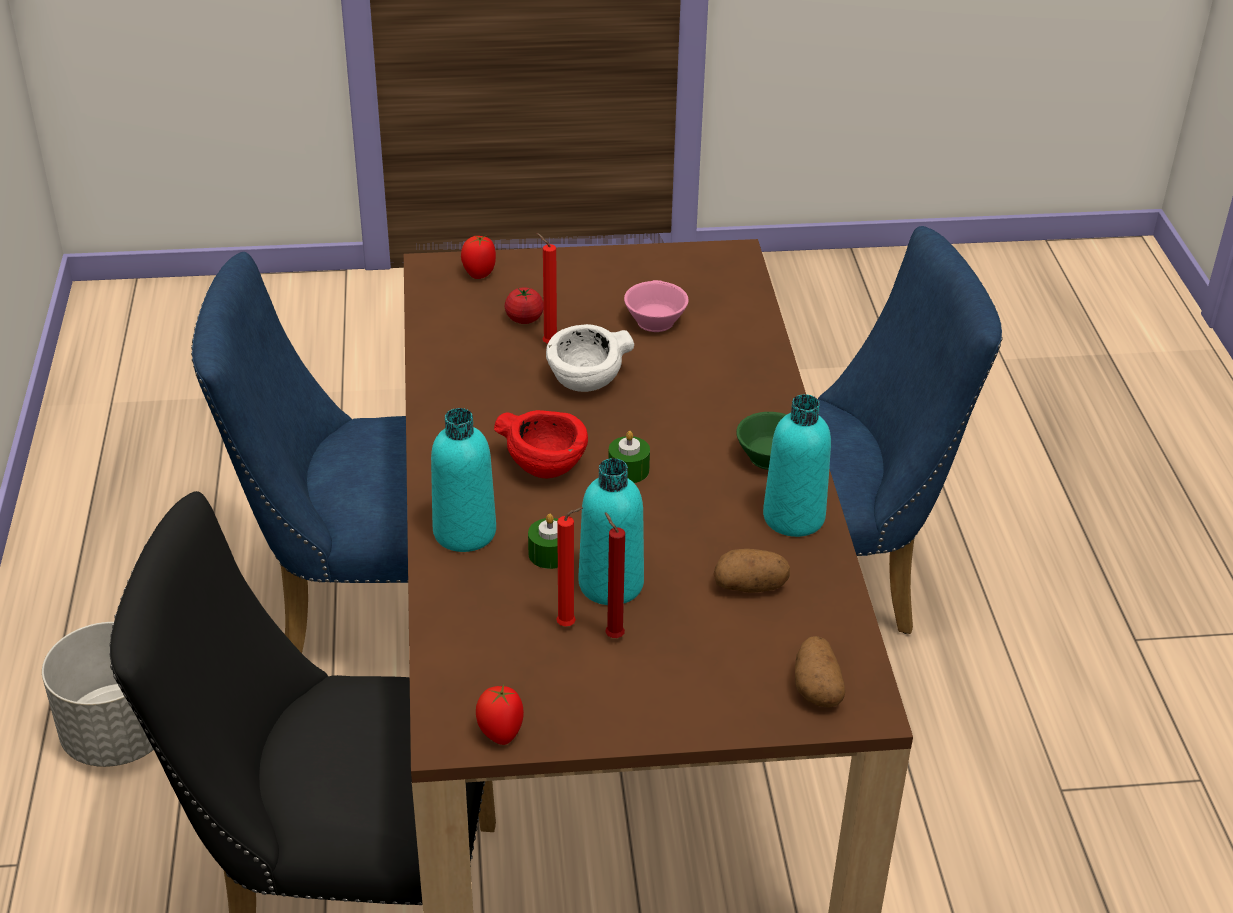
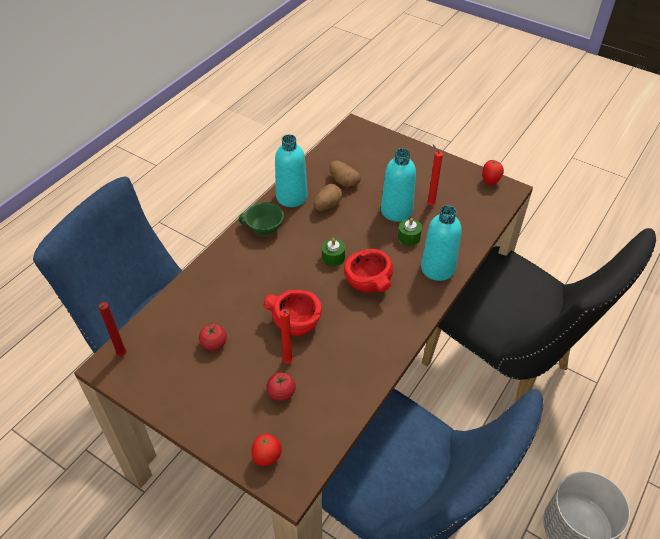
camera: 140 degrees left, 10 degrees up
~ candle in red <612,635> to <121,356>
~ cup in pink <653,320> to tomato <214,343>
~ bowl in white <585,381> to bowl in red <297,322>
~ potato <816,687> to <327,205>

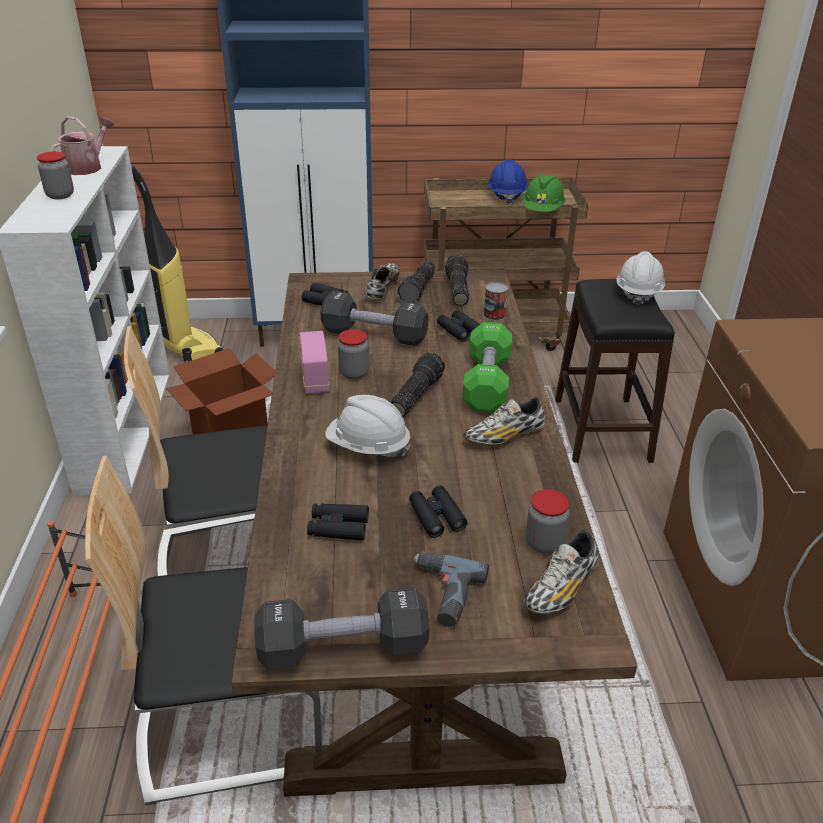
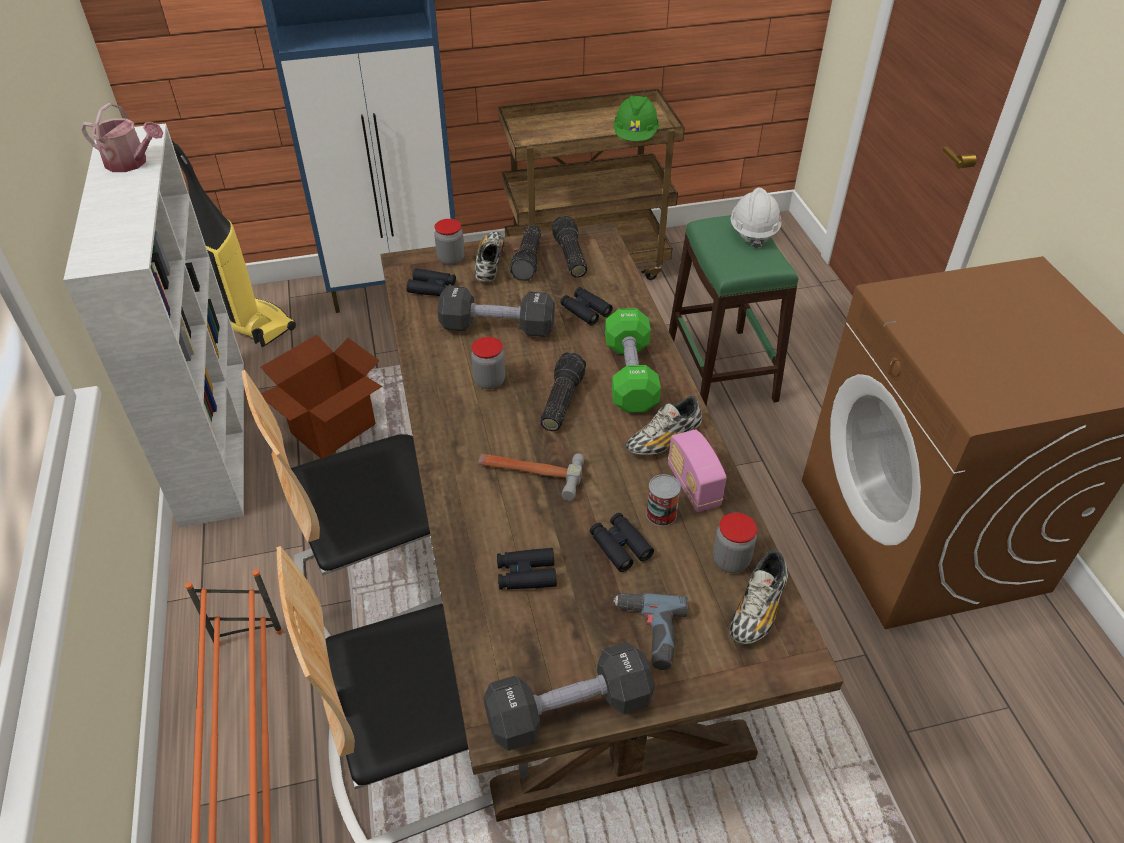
camera: 10 degrees left, 10 degrees up
~ watering can <87,167> = <131,163> 90 degrees clockwise
~ jar <60,195> to <451,259>
~ hard hat in white <368,447> to hammer <530,473>
~ can <494,315> to <661,514>
~ radio <315,379> to <693,486>
~ stool in black <602,429> to stool in green <721,369>
- hard hat in blue <506,195>

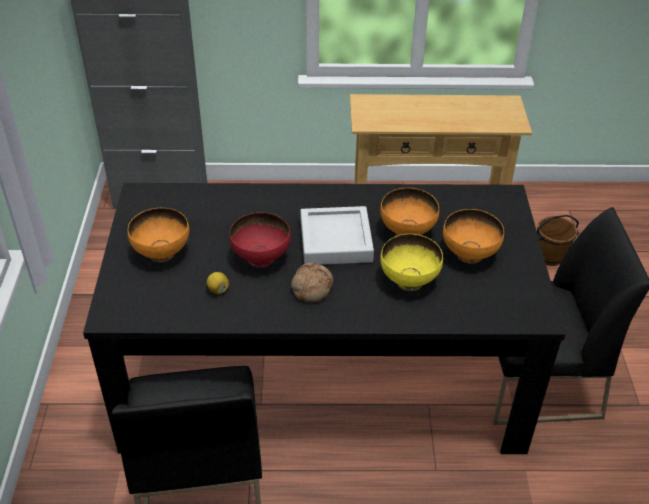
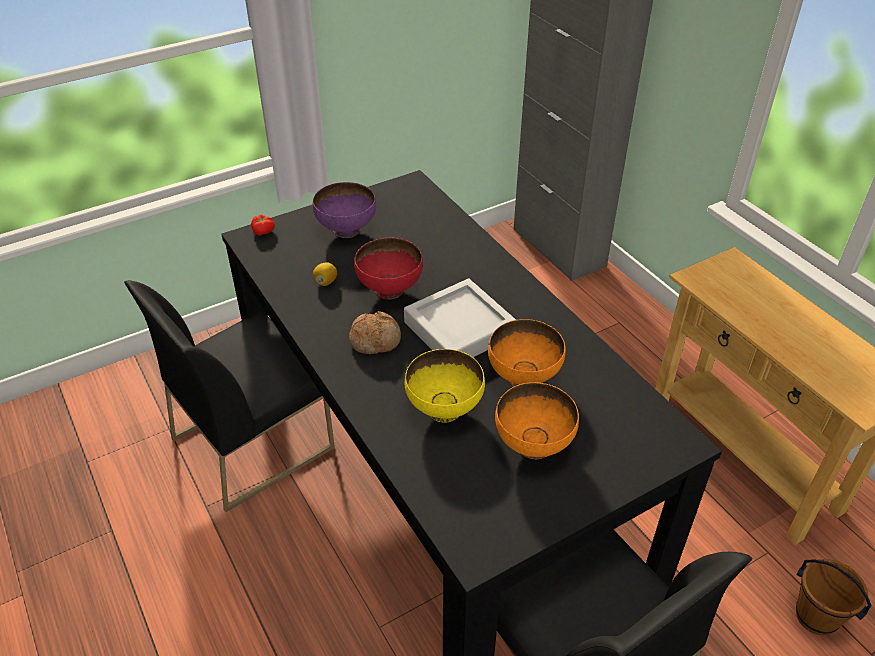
camera: 60 degrees right, 0 degrees up
+ tomato <264,231>
~ bowl in orange <162,254> to bowl in purple <346,230>

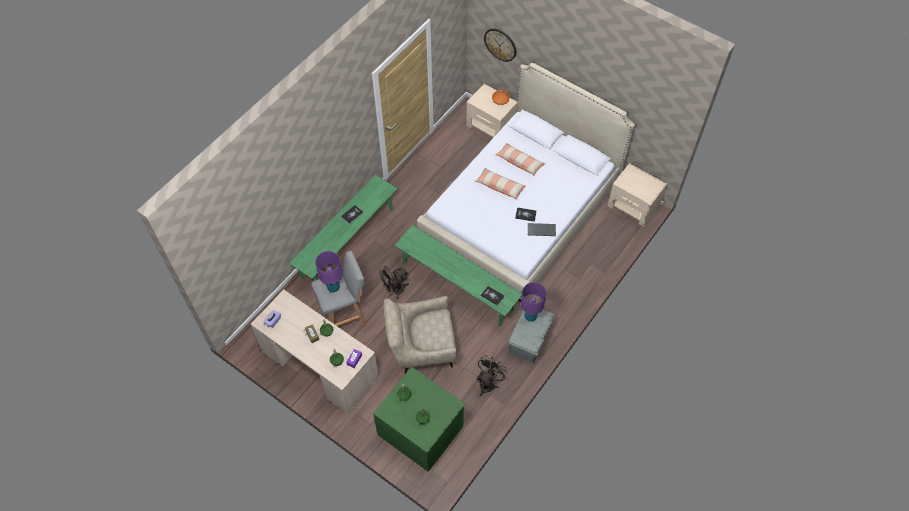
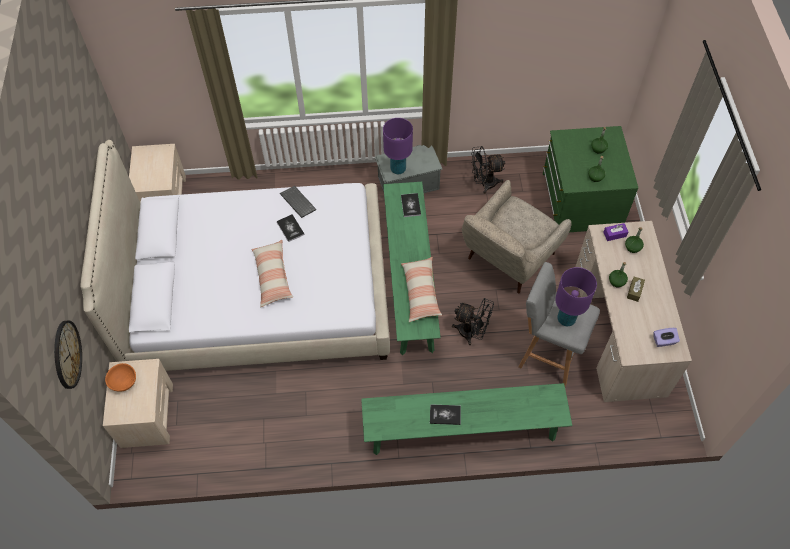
camera: 130 degrees left, 0 degrees up
~ pillow <519,162> to <420,293>
~ armchair in beige <421,348> = <508,259> 90 degrees clockwise

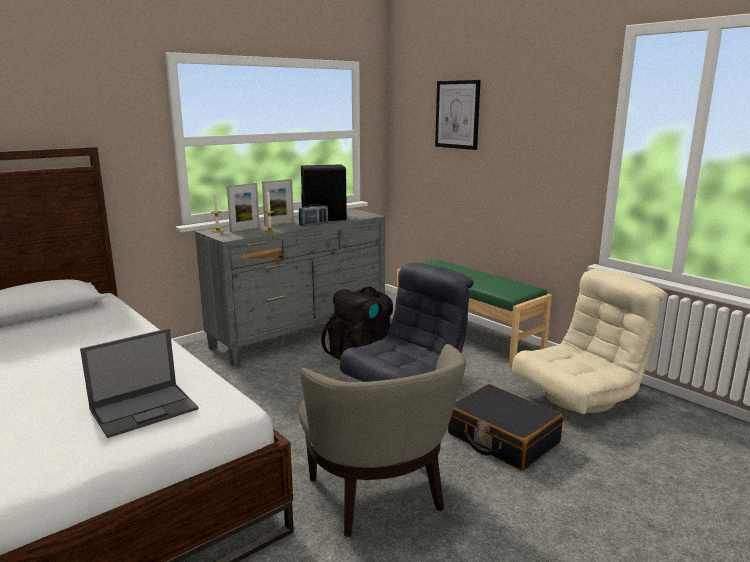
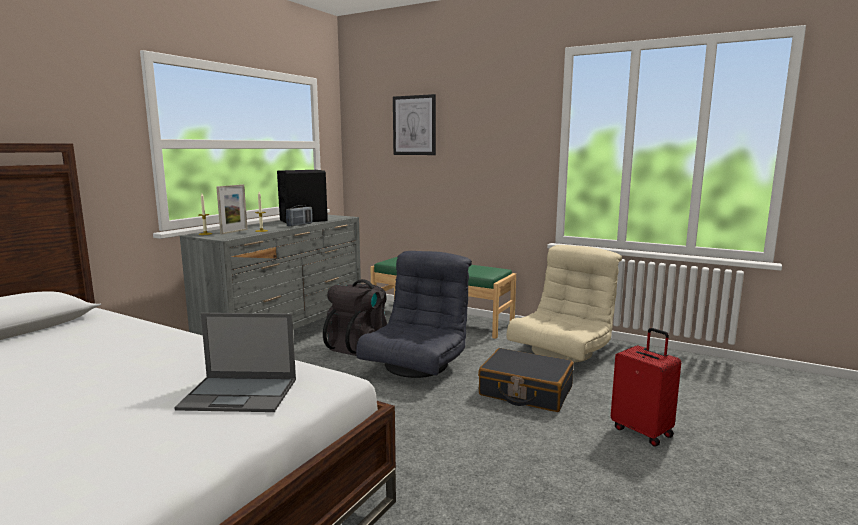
camera: 20 degrees left, 5 degrees down
~ laptop <145,409> = <240,394> 60 degrees clockwise
+ suitcase in red <642,431>
- picture frame <279,223>
- armchair in beige <379,496>

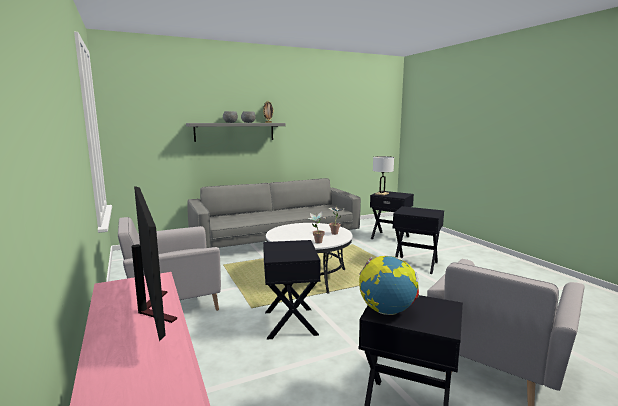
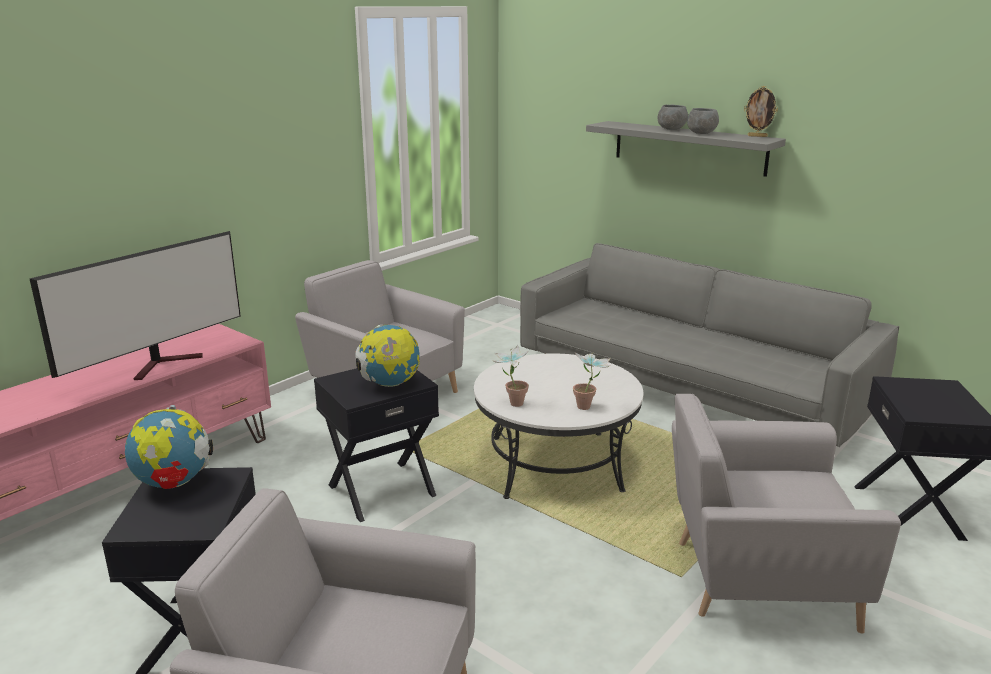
camera: 65 degrees right, 10 degrees up
+ globe <389,384>
~ side table in black <415,265> to armchair in grey <755,578>
- table lamp in white <382,194>

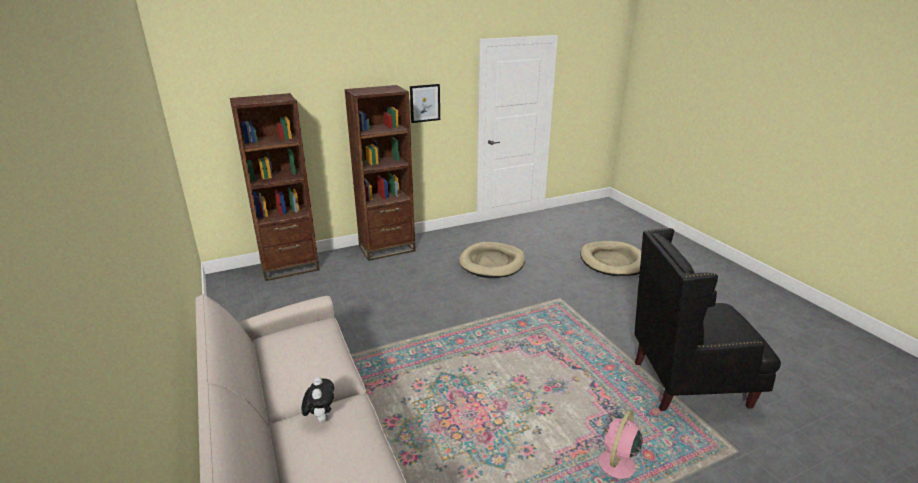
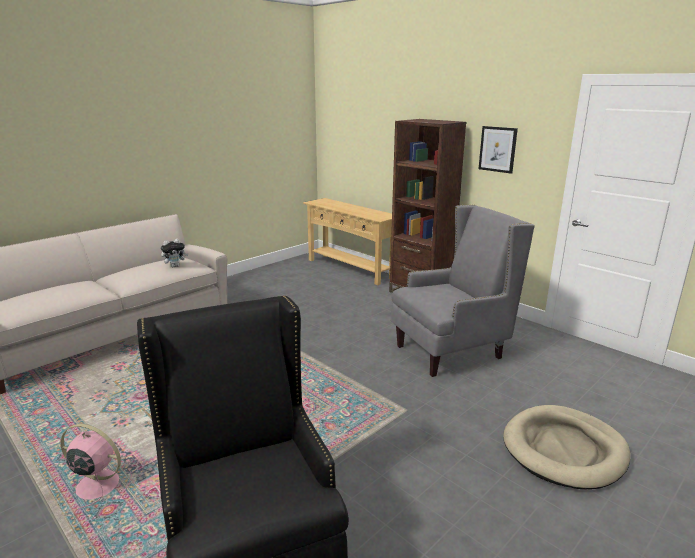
camera: 70 degrees right, 5 degrees down
~ plush toy <321,417> to <175,266>
~ bookcase in brown <290,267> to console table in beige <350,269>
~ dog bed in beige <492,263> to armchair in grey <450,351>

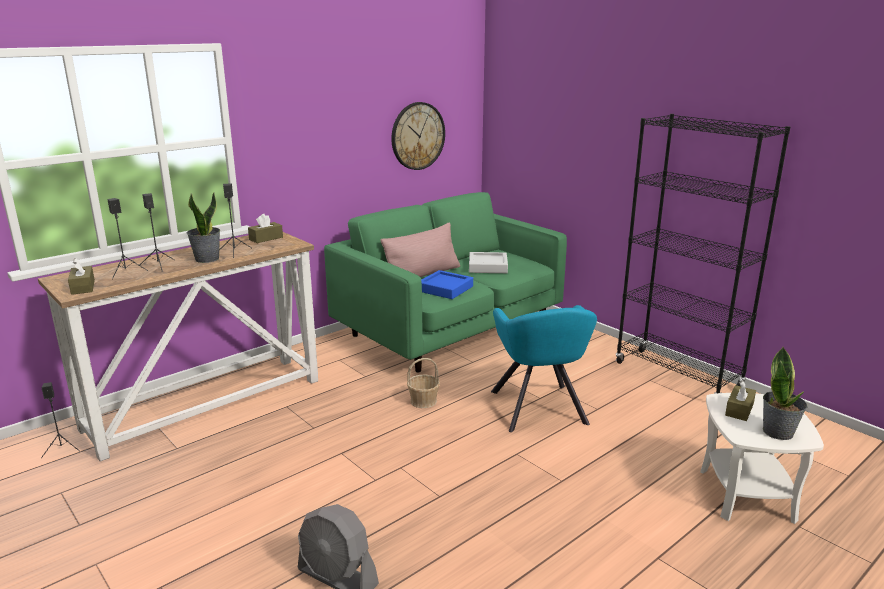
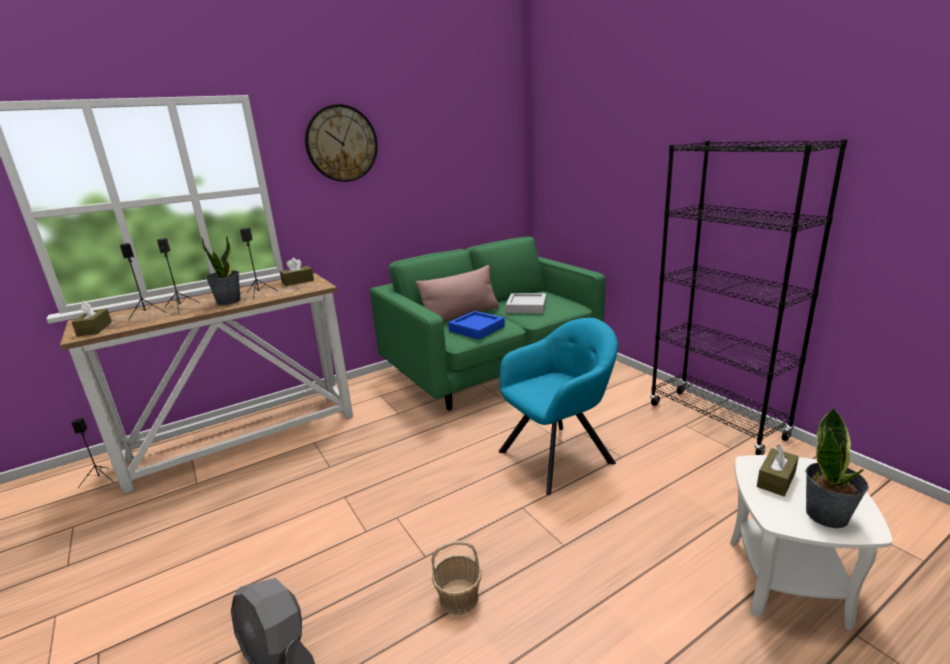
camera: 10 degrees right, 0 degrees up
~ wall clock <417,136> to <341,143>
~ basket <423,401> to <459,598>
~ armchair in turquoise <539,409> = <559,455> 120 degrees counterclockwise

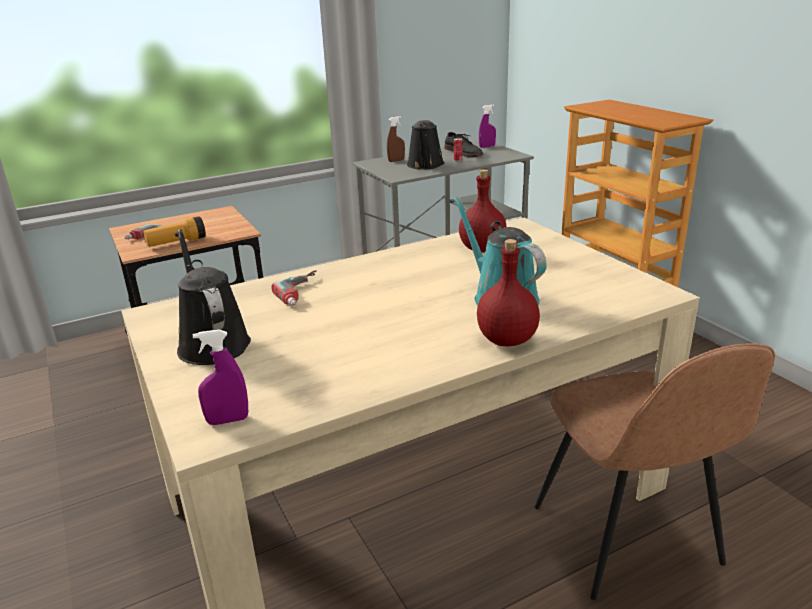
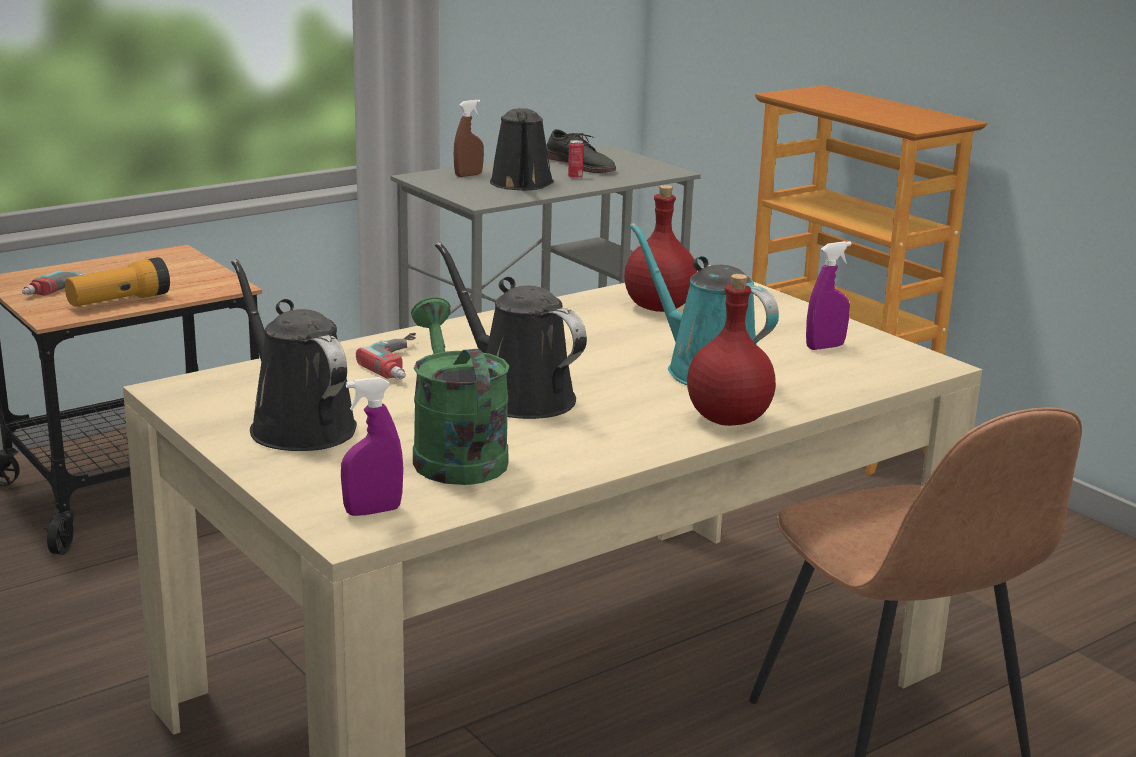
camera: 10 degrees left, 5 degrees down
+ watering can in green <454,454>
+ watering can in black <517,396>
~ spray bottle in purple <487,147> to <825,347>

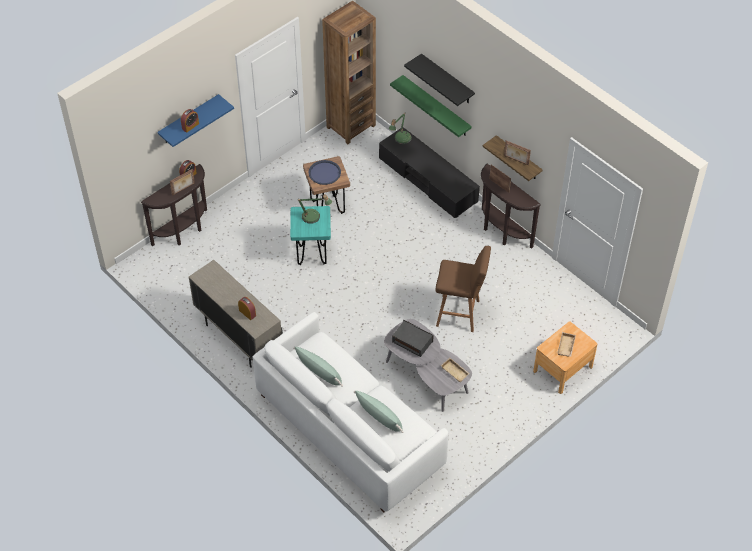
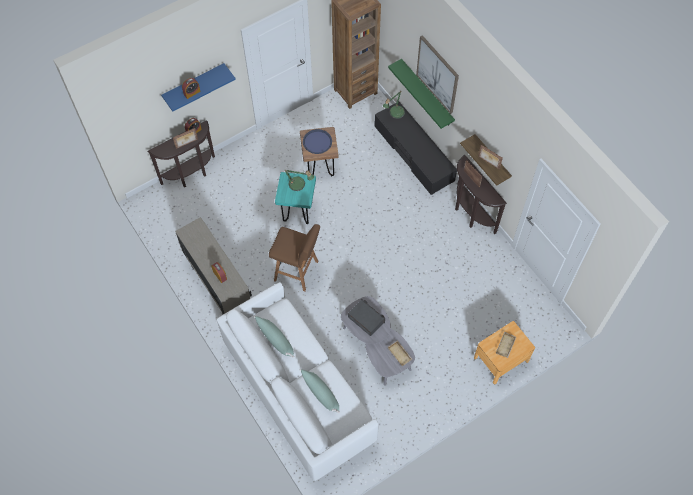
camera: 10 degrees right, 10 degrees up
~ stool in brown <459,313> to <298,271>
~ shelf in black <447,79> to picture <437,74>

